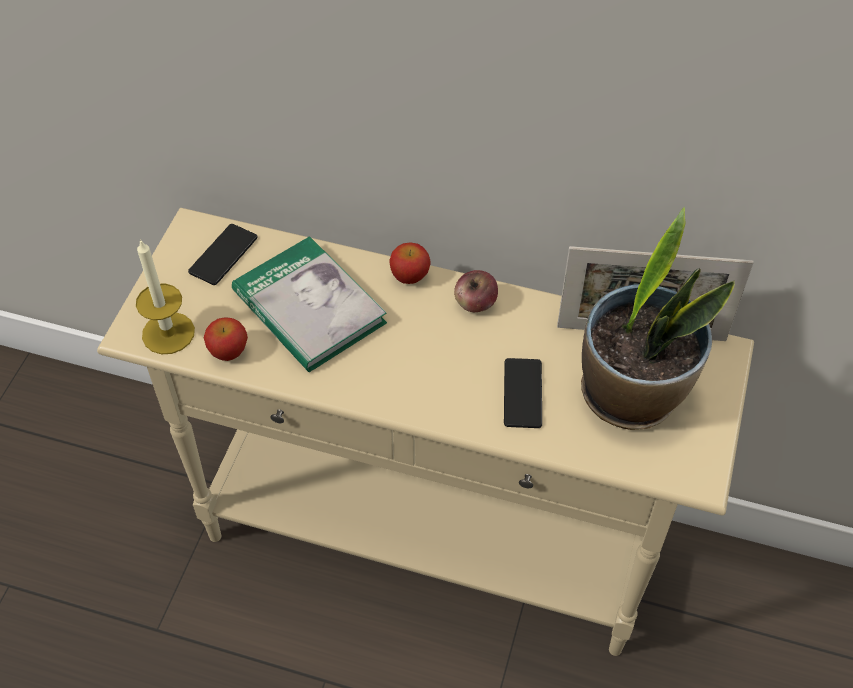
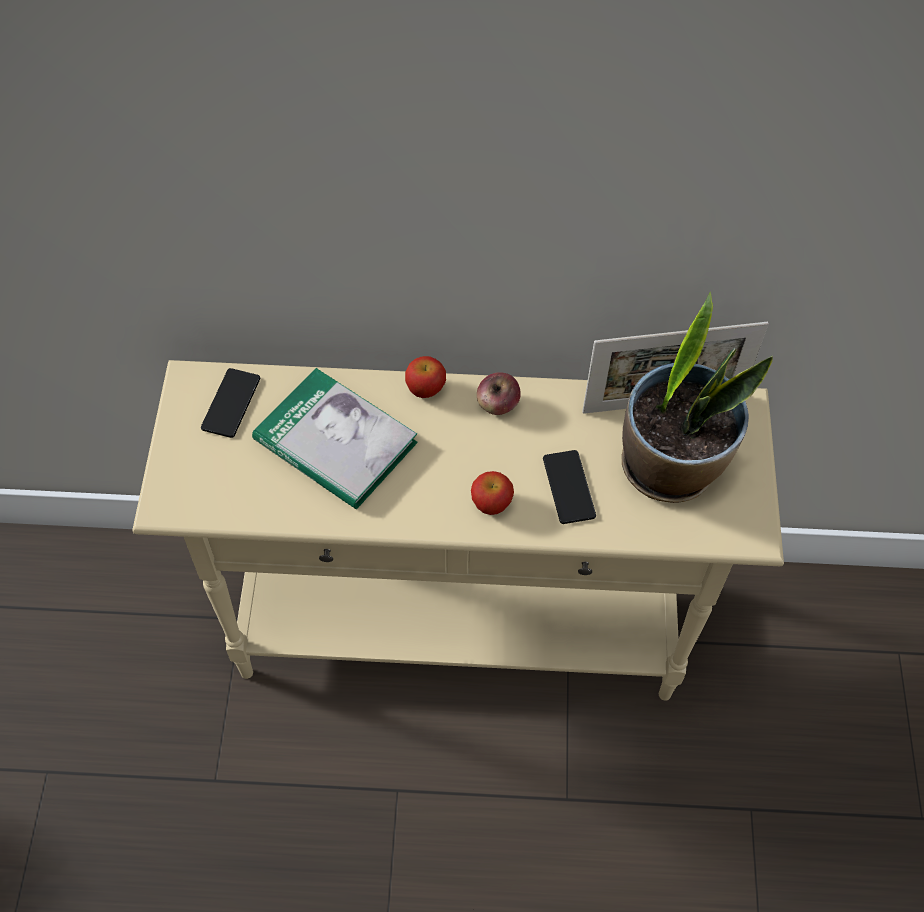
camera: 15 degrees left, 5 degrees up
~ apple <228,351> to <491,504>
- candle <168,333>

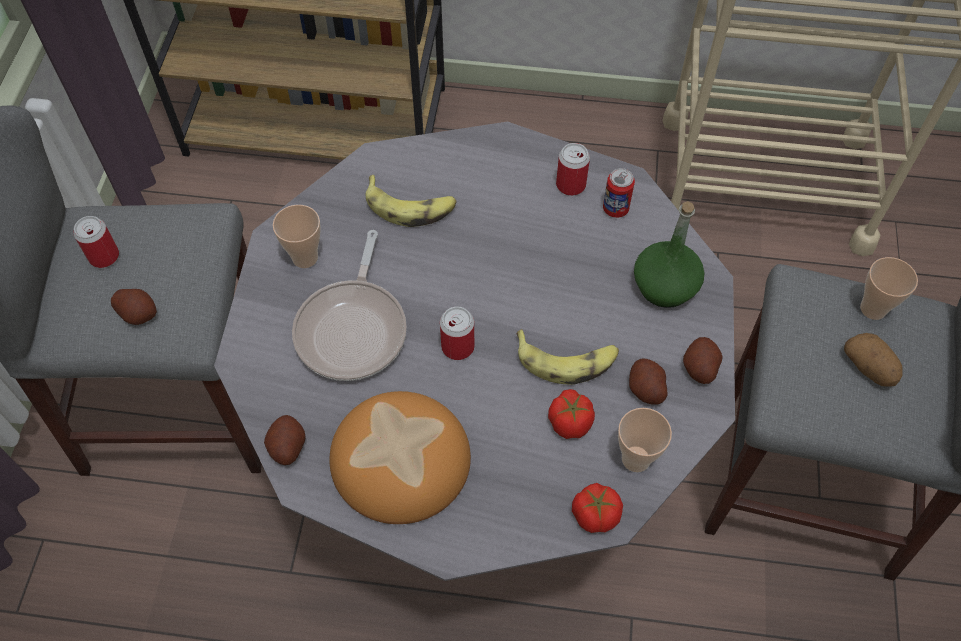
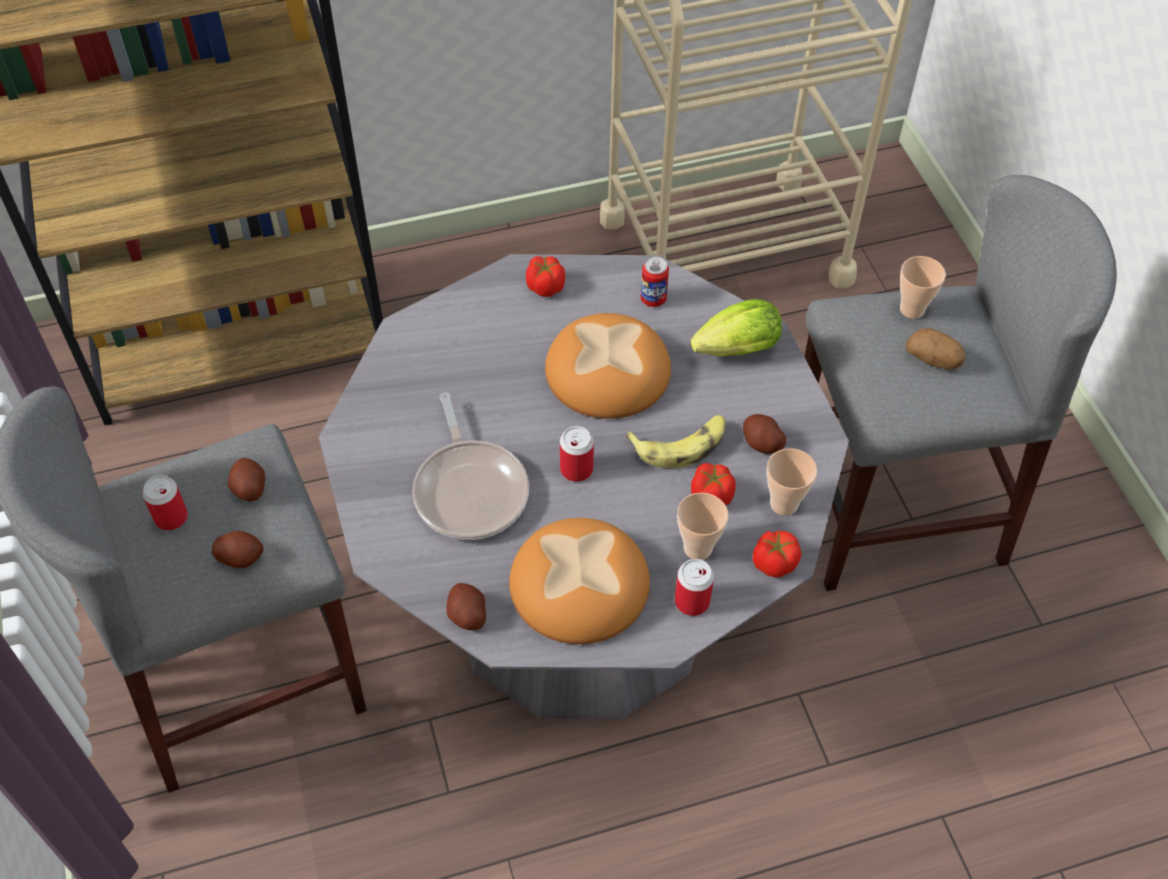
camera: 25 degrees left, 5 degrees down
~ potato <699,367> to <249,488>
+ tomato <545,286>
+ bread <609,372>
~ can <570,185> to <692,601>
~ cup <305,257> to <697,548>
~ bottle in green <665,286> to lettuce <732,351>
- banana <411,207>

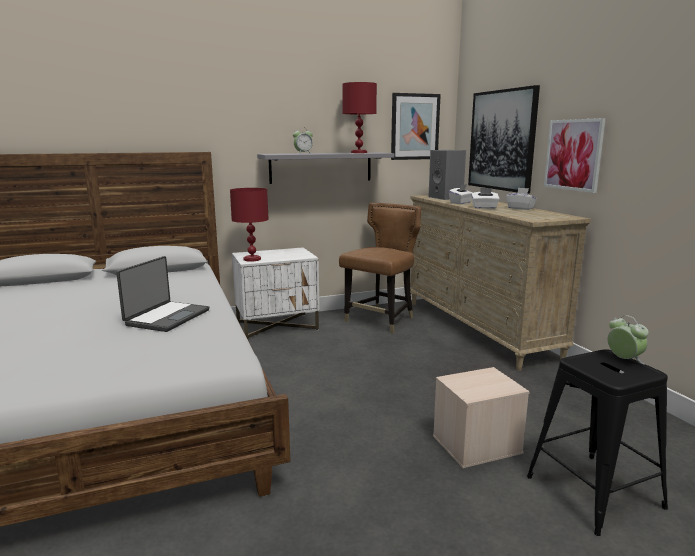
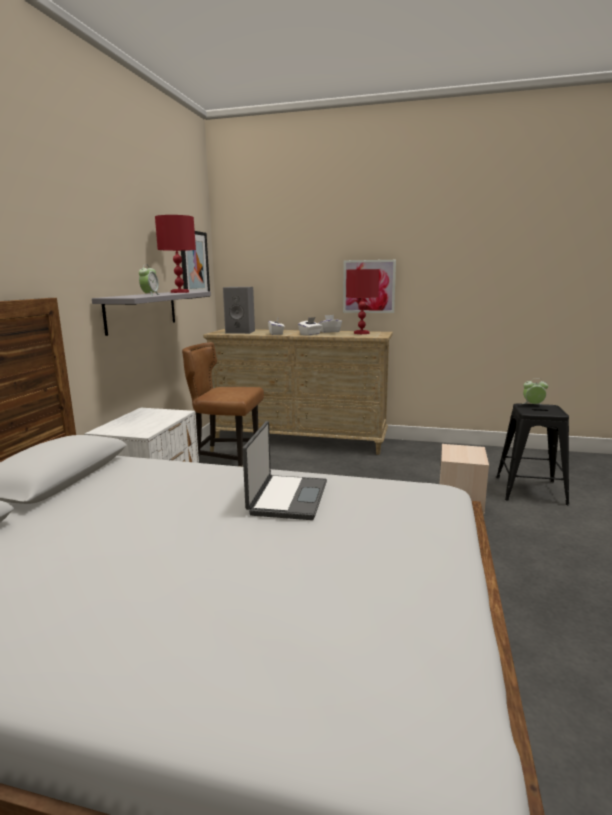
camera: 55 degrees left, 0 degrees up
~ chair in brown <381,320> = <227,462> 60 degrees counterclockwise
~ laptop <166,317> = <286,498> 45 degrees clockwise
~ table lamp in red <251,259> to <361,333>
- picture <502,140>

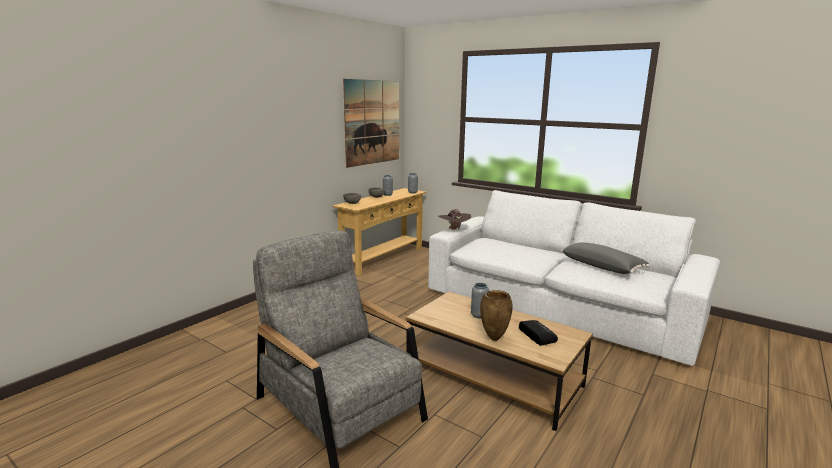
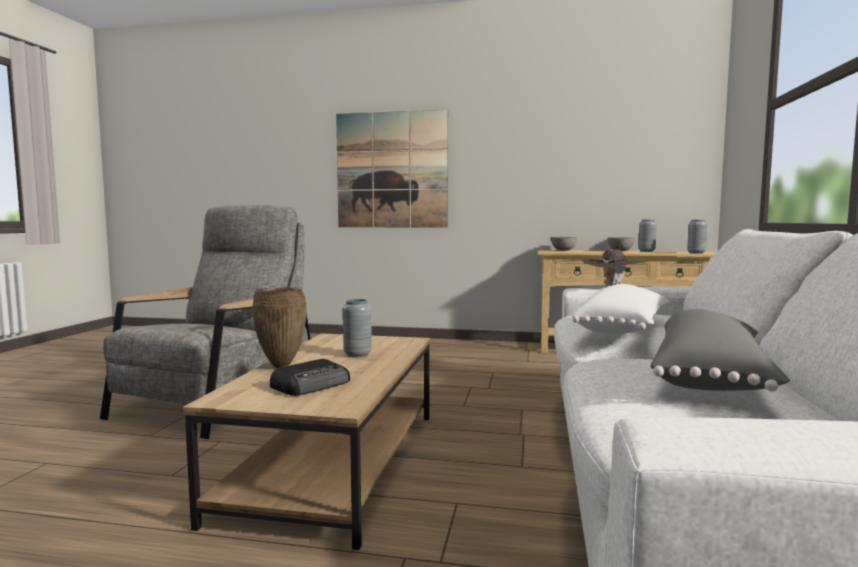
camera: 65 degrees right, 10 degrees down
~ picture <372,122> to <391,170>
+ pillow in white <625,329>

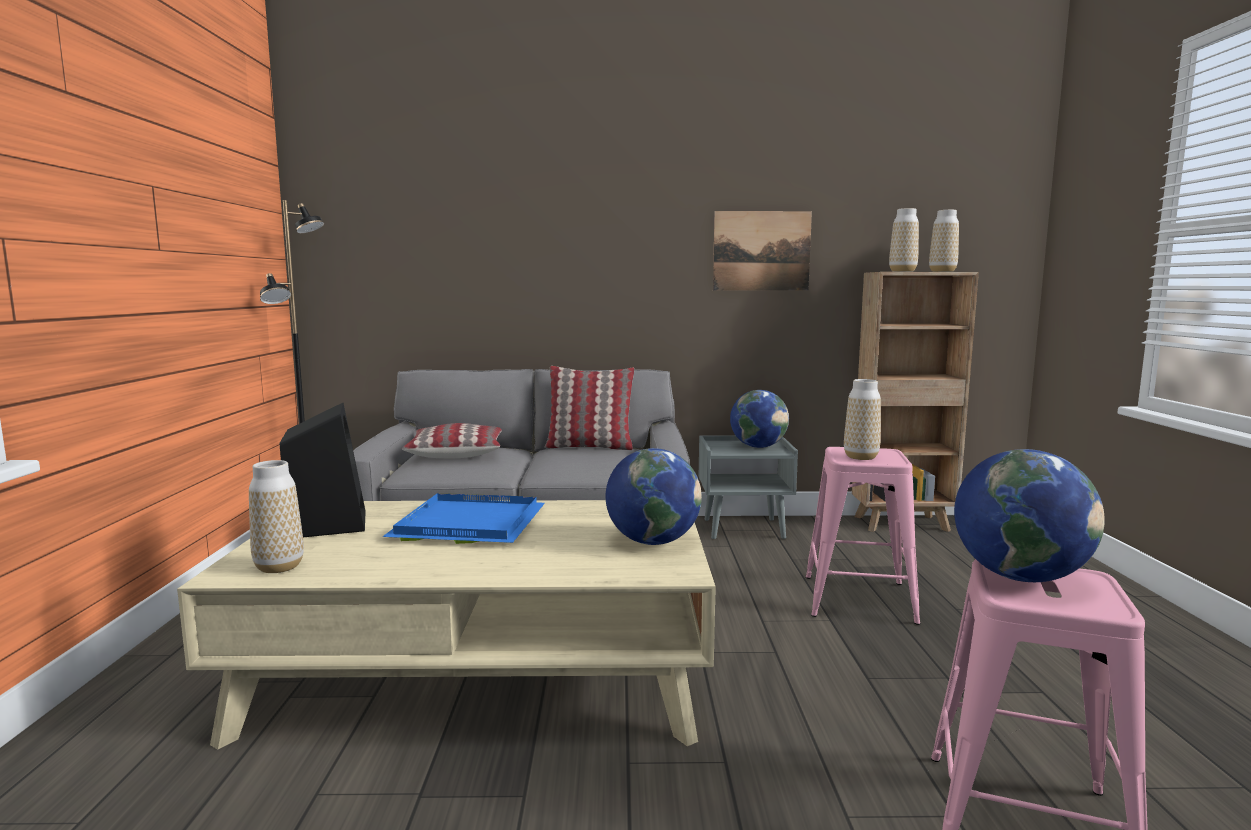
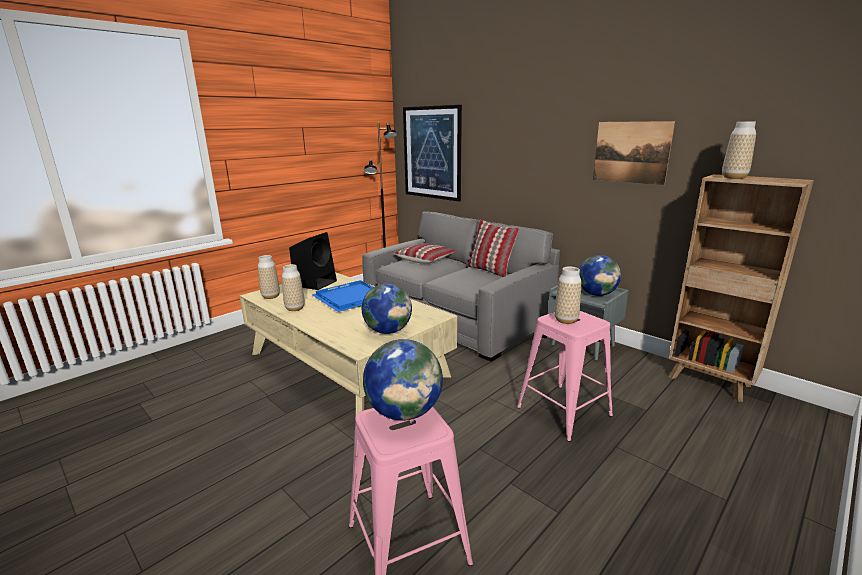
camera: 45 degrees right, 10 degrees up
~ vase <942,271> to <295,308>
+ picture <432,153>

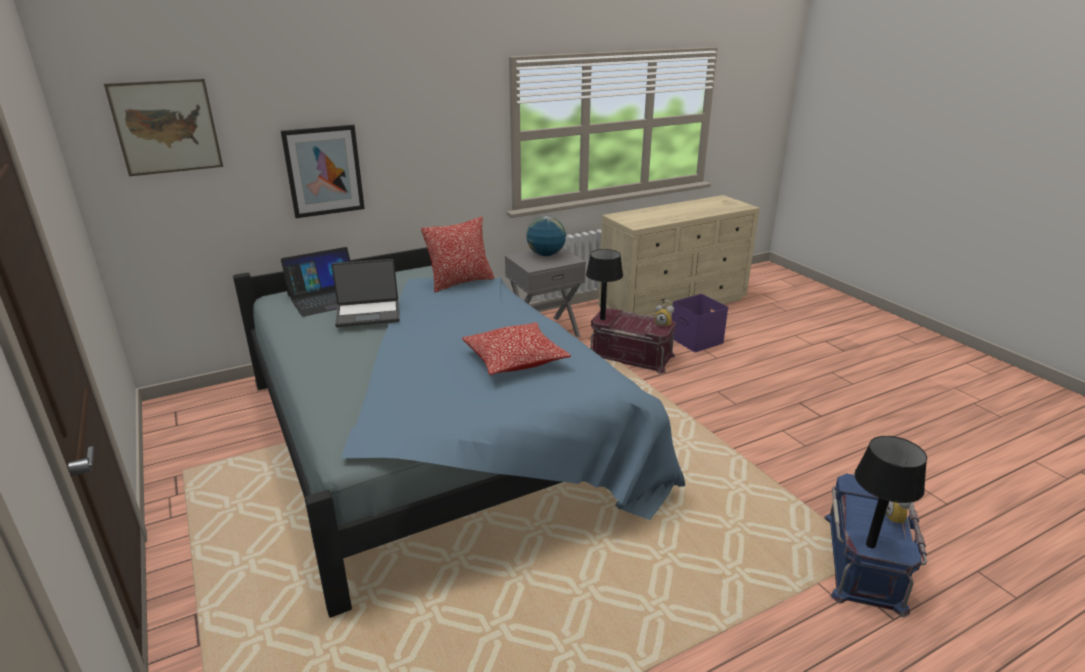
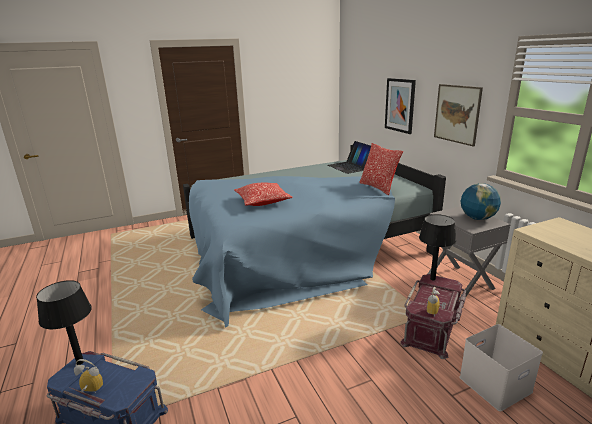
camera: 95 degrees right, 5 degrees down
~ picture <166,127> to <457,114>
~ storage box in purple <697,340> to storage box in white <495,385>
- laptop <368,314>

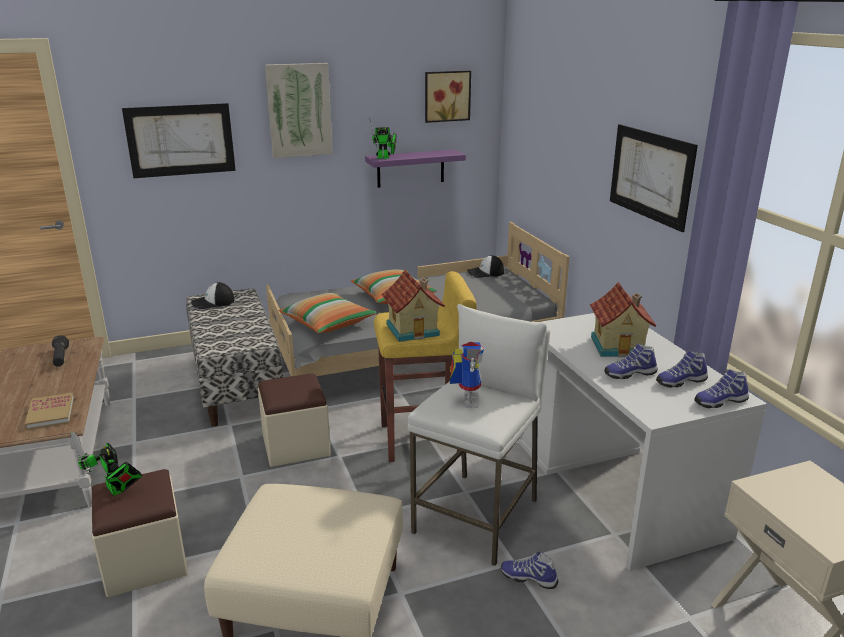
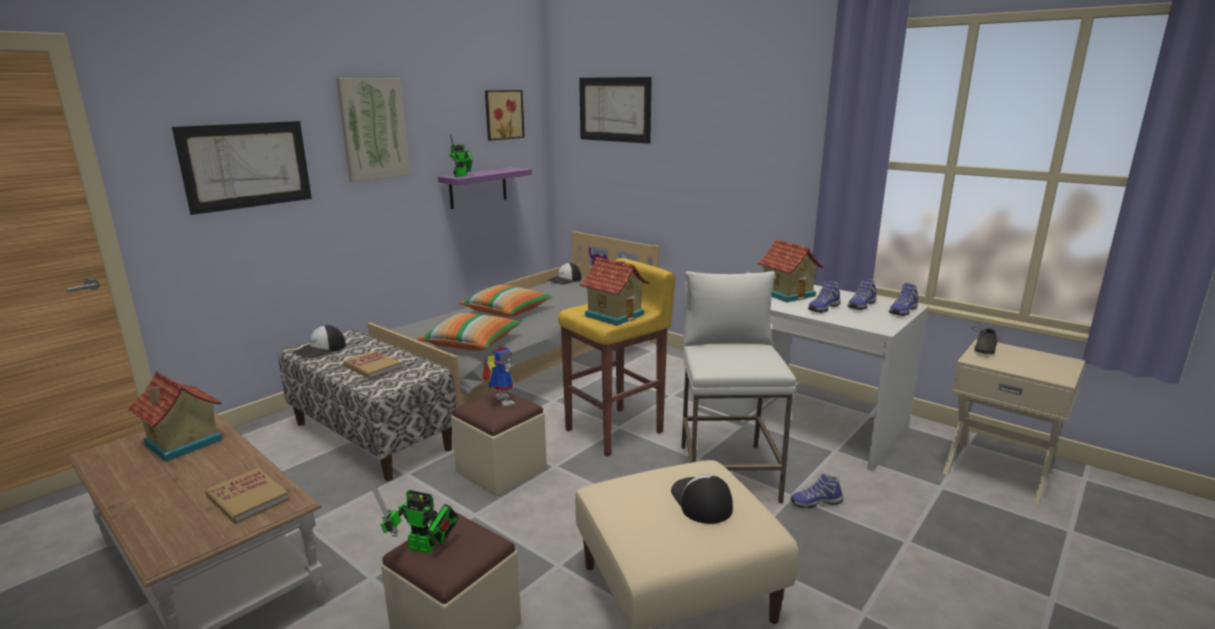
camera: 30 degrees left, 5 degrees down
~ flashlight in black <61,358> to toy house <182,443>
+ book <372,367>
~ toy robot <466,399> to <500,401>
~ picture <650,175> to <614,109>
+ cap <700,501>
+ shoe in grey <982,349>

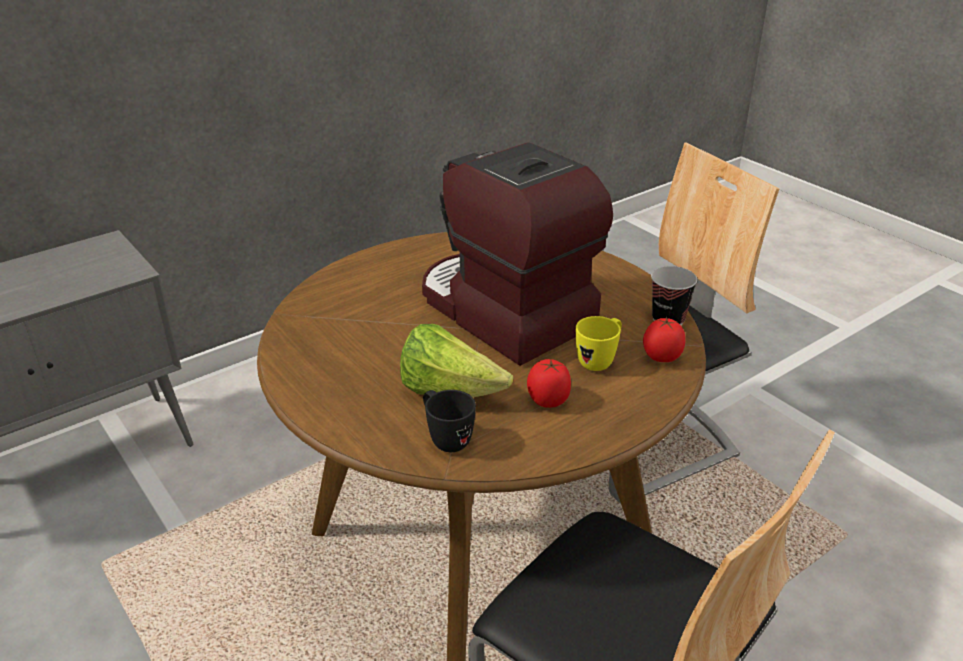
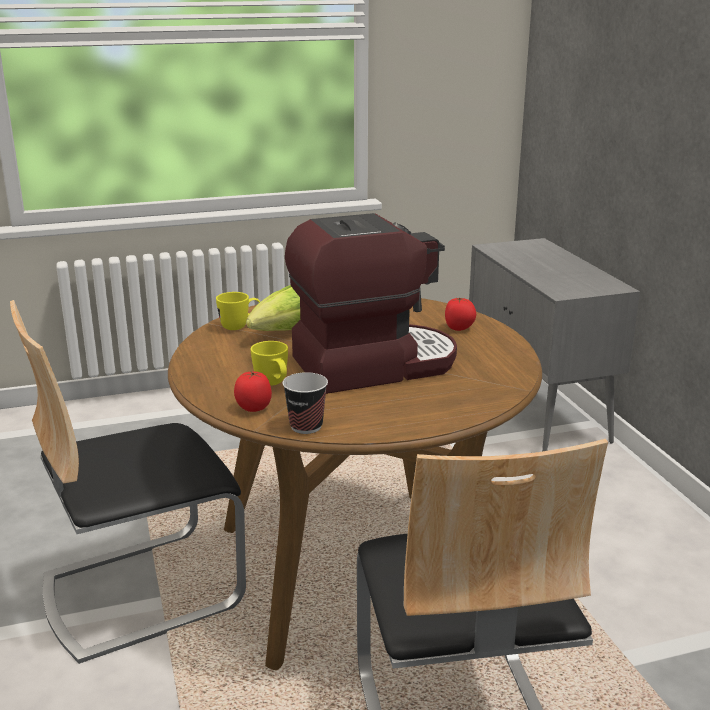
camera: 110 degrees right, 10 degrees down
~ mug in black <445,439> to mug in yellow <240,327>
~ tomato <548,400> to <459,328>

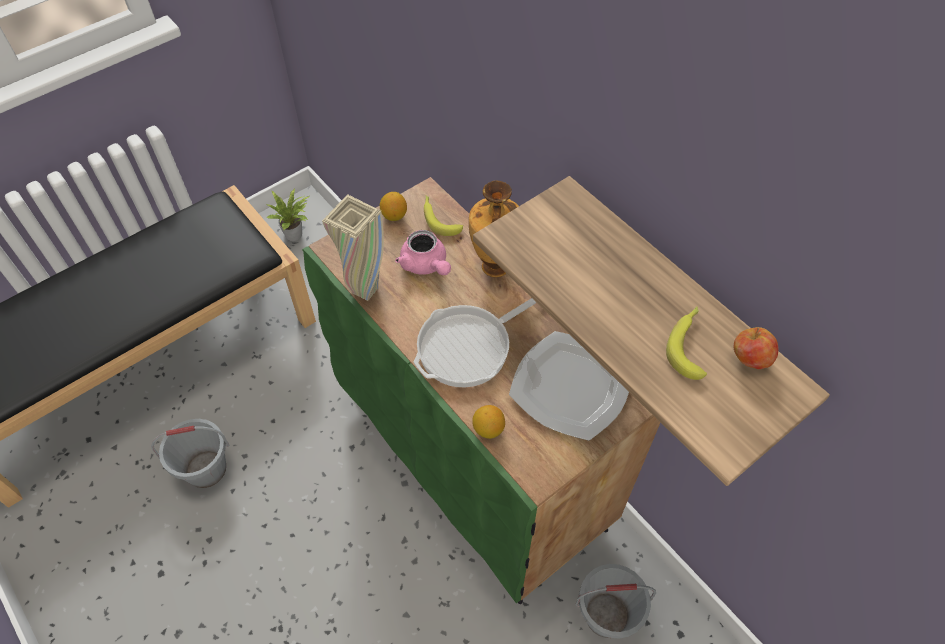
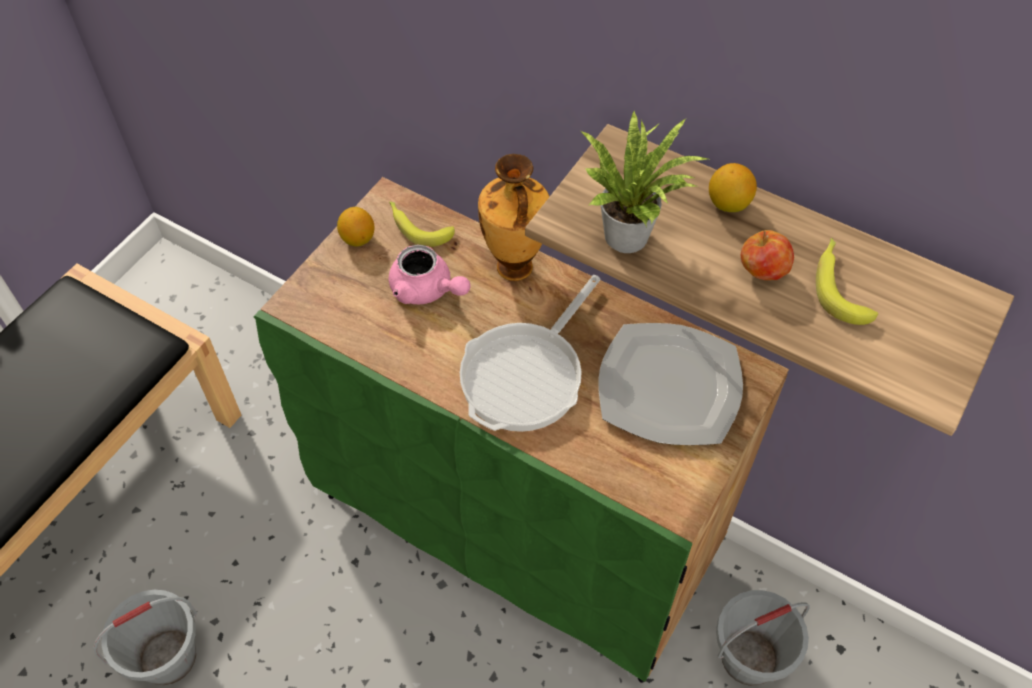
camera: 20 degrees left, 0 degrees up
~ potted plant <296,234> to <631,234>
~ lemon <488,429> to <728,204>
~ apple <749,359> to <762,272>
- vase in beige <365,290>

